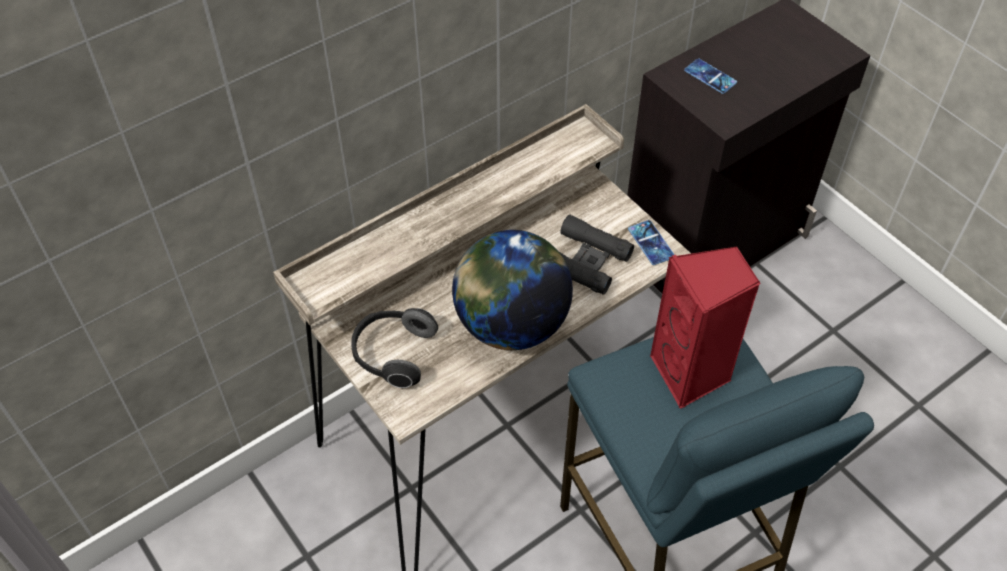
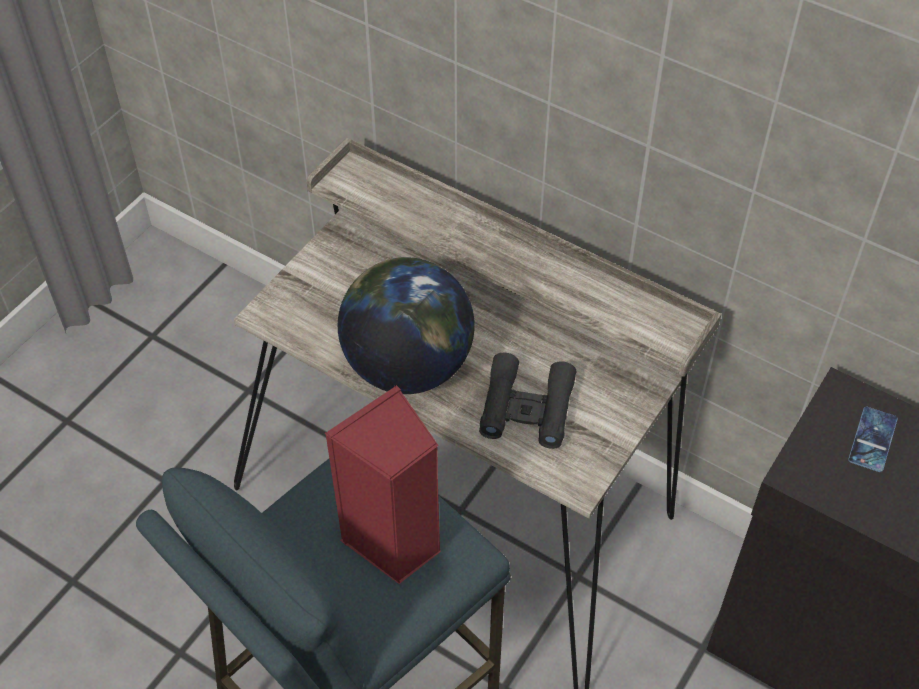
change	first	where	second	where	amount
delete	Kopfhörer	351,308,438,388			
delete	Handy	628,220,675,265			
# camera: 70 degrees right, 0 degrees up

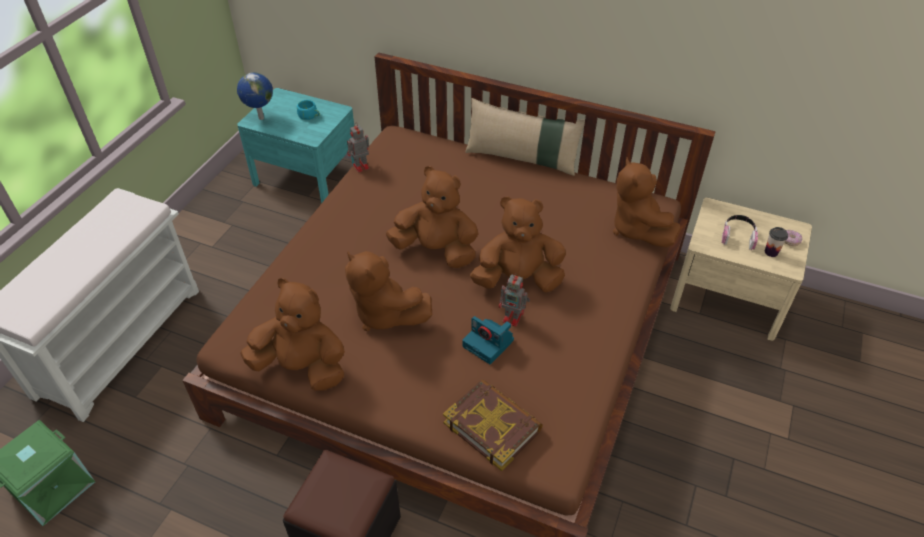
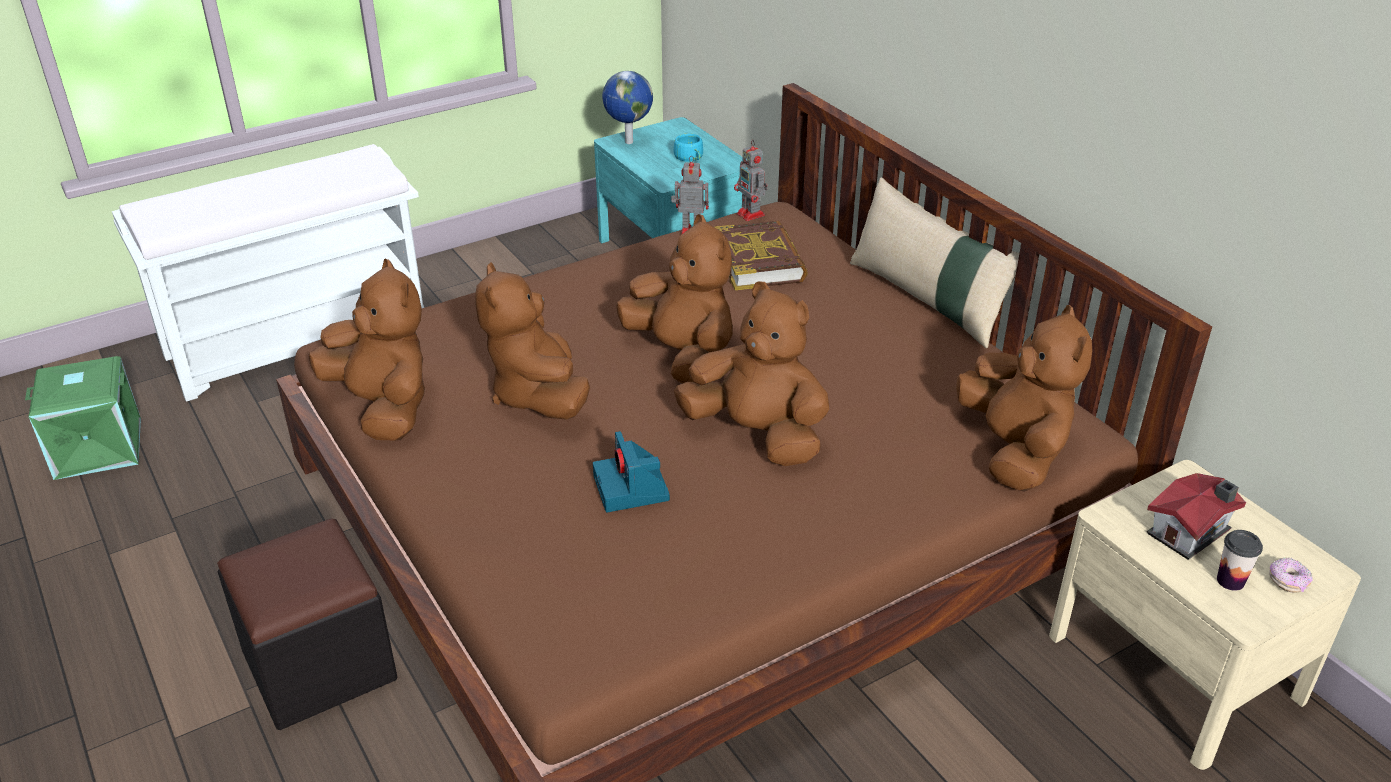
change	first	where	second	where	amount
move	Buch	443,379,543,471		715,221,808,290	
move	Spielzeugroboter	499,274,530,326		734,140,767,221	
rotate	Plüschtier [braun]	613,157,681,248		956,305,1092,492	150 degrees clockwise
replace	Kopfhörer	722,215,758,250	Spielzeughaus	1147,473,1246,560	
# camera: 35 degrees right, 10 degrees down

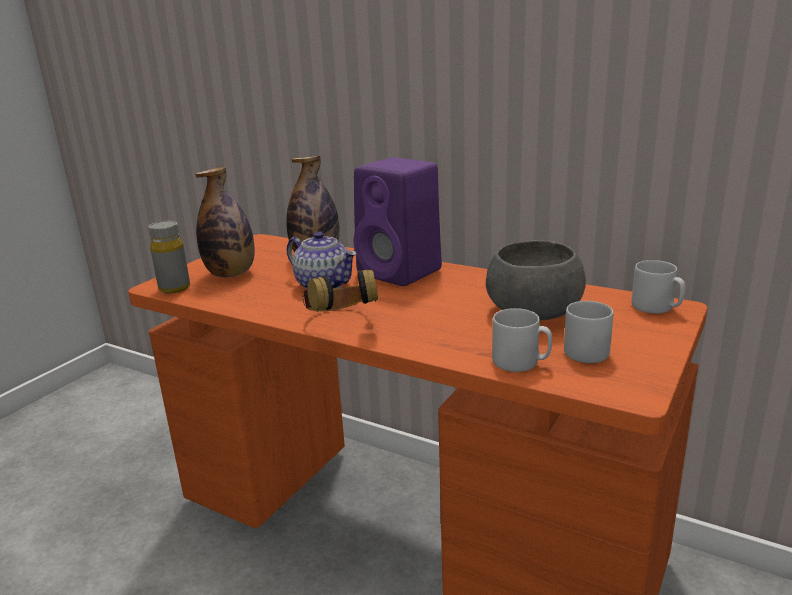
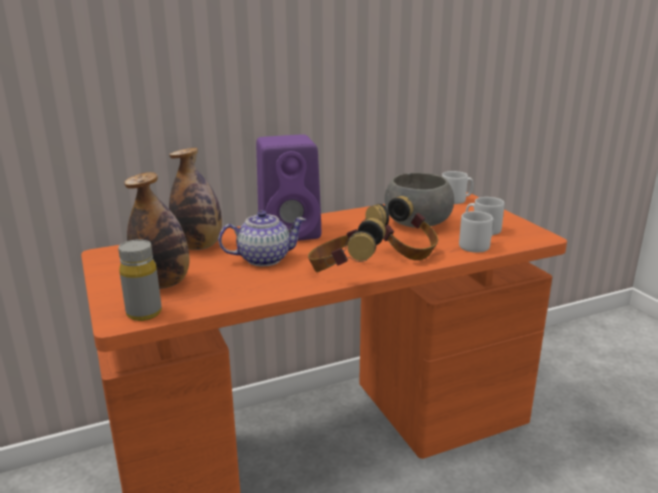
change	first	where	second	where	amount
insert			Kopfhörer	365,196,438,260	
# camera: 55 degrees left, 0 degrees up

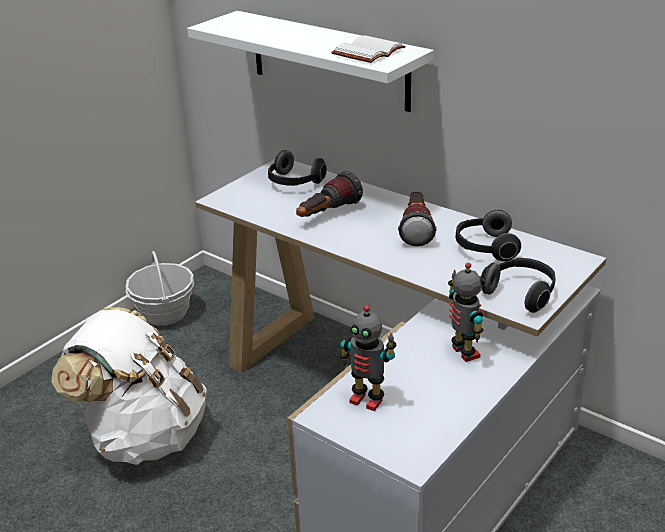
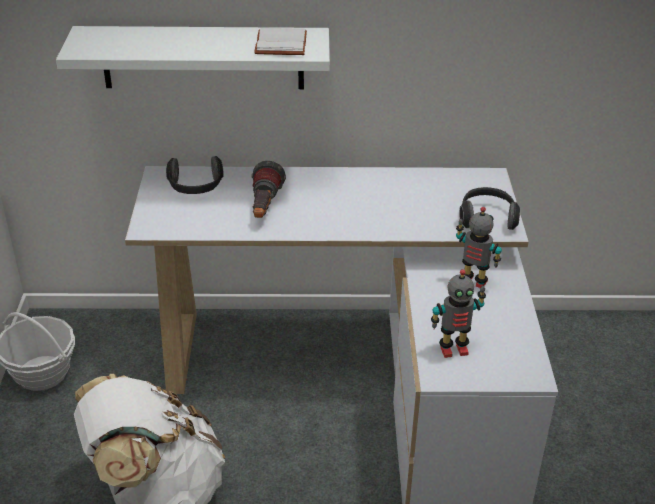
change	first	where	second	where	amount
delete	Taschenlampe	398,191,437,246			
delete	Kopfhörer	456,210,521,261			
# camera: 40 degrees left, 5 degrees up

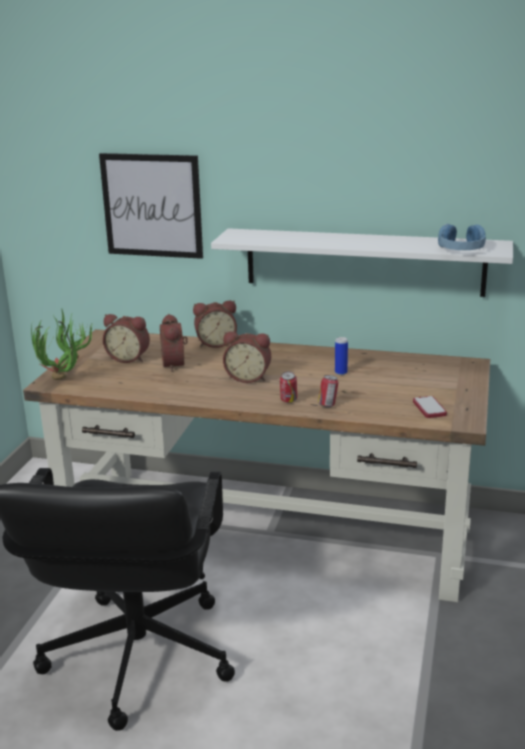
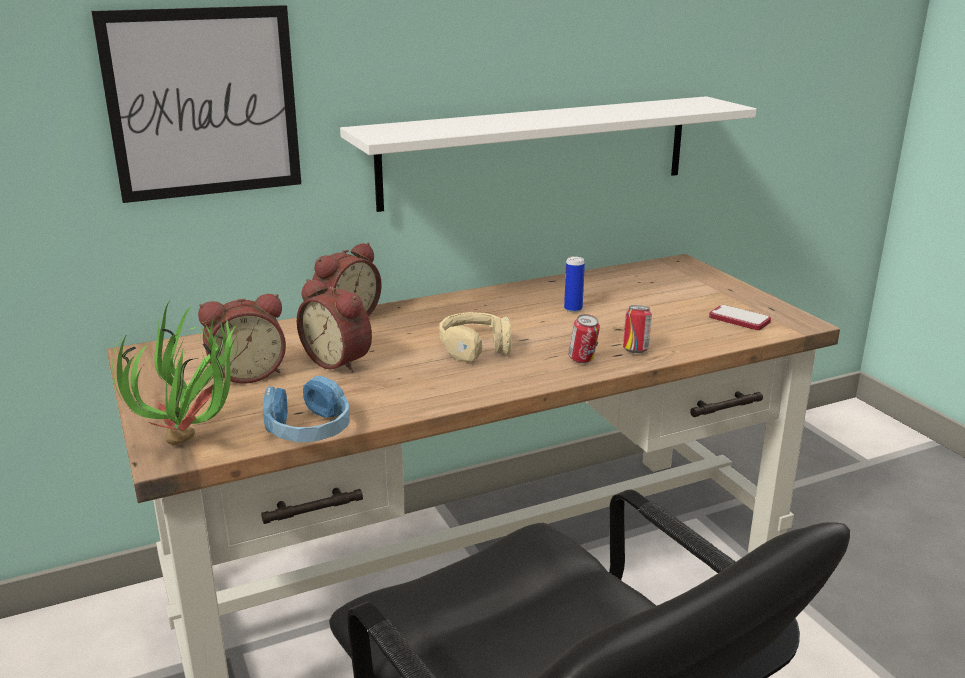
change	first	where	second	where	amount
move	Kopfhörer [blau]	438,224,486,250		263,376,350,442	
replace	Wecker	223,331,271,383	Kopfhörer [beige]	439,312,512,363	
# camera: 40 degrees left, 0 degrees up

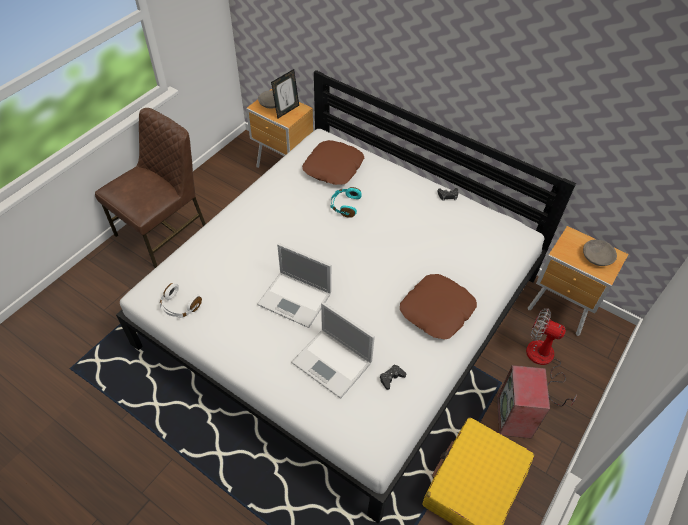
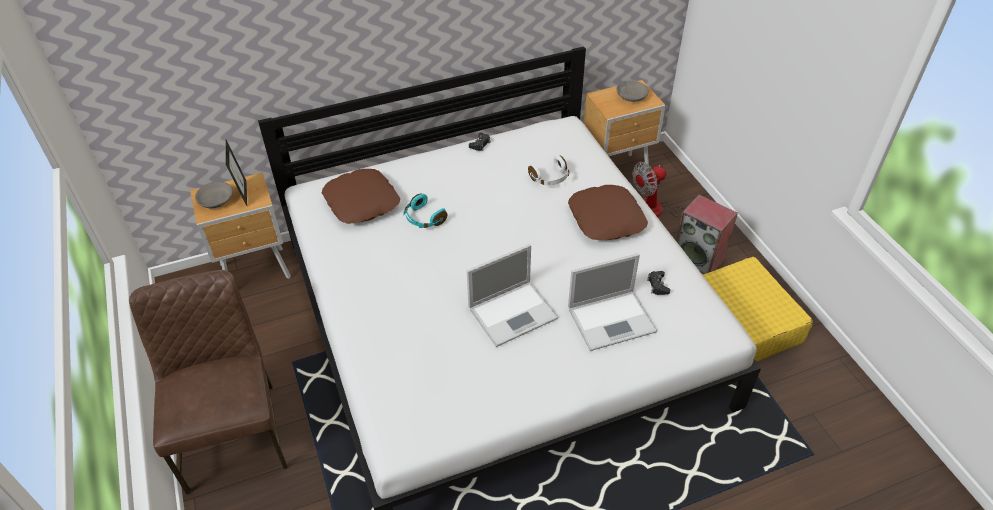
change	first	where	second	where	amount
move	Kopfhörer [weiß]	160,283,202,318		528,155,569,186	
# camera: 55 degrees left, 5 degrees down

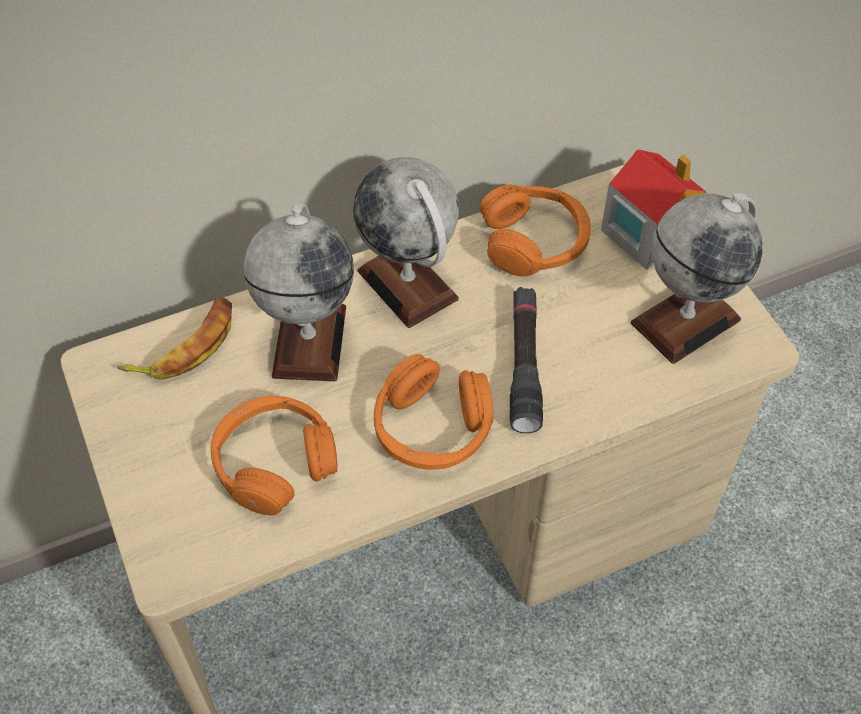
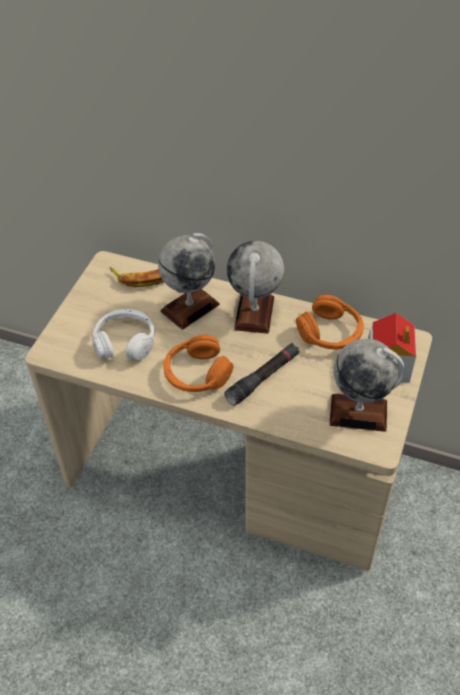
change	first	where	second	where	amount
recolor	Kopfhörer [orange]	210,396,338,515	Kopfhörer [weiß]	92,309,154,360	
# camera: 45 degrees right, 5 degrees down

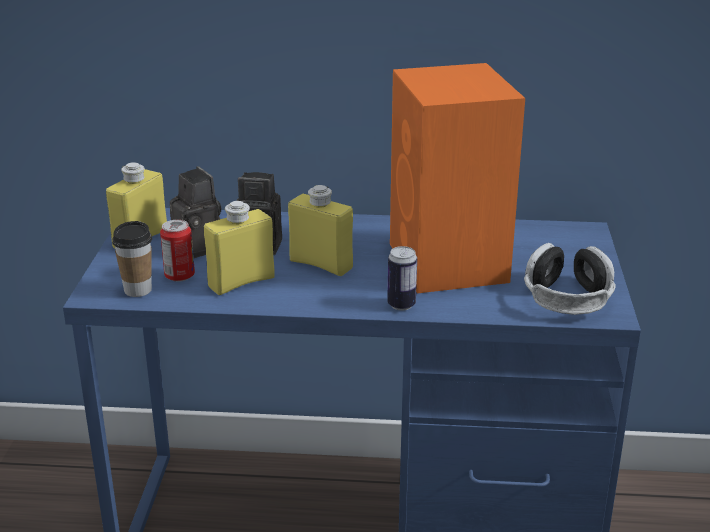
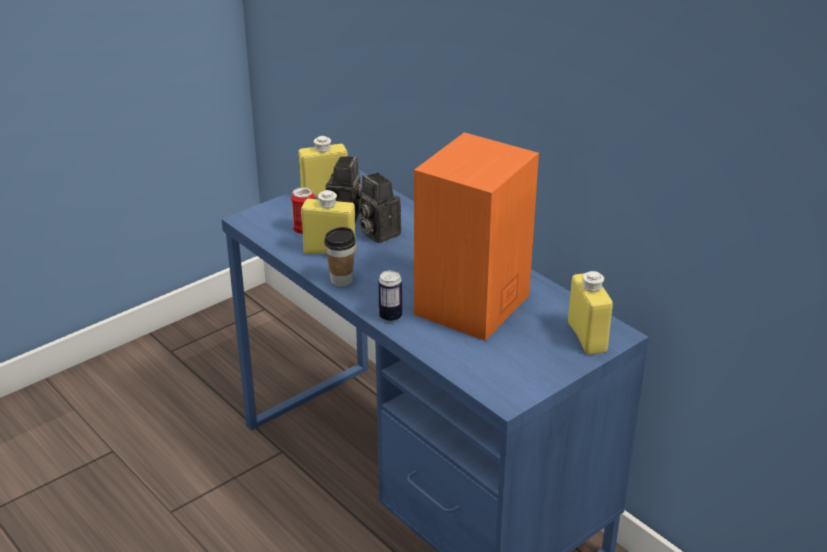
change	first	where	second	where	amount
move	Tasse	112,221,152,297		324,227,356,287	
move	Flasche [gelb]	288,185,353,276		568,271,613,355	
delete	Kopfhörer	524,243,616,315			
# camera: 45 degrees right, 5 degrees up

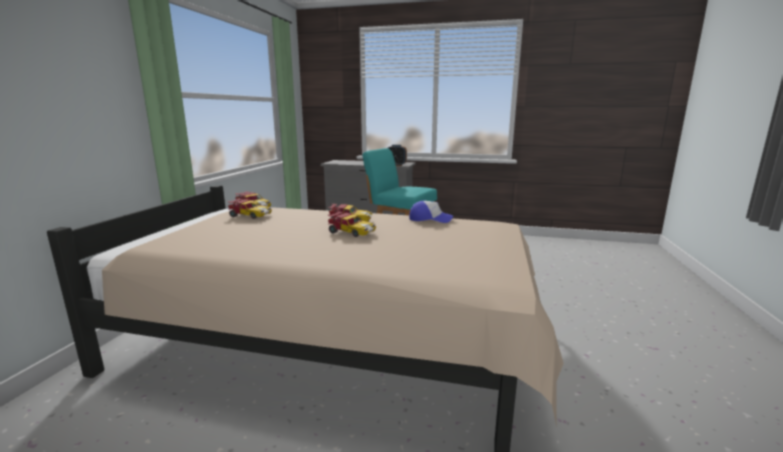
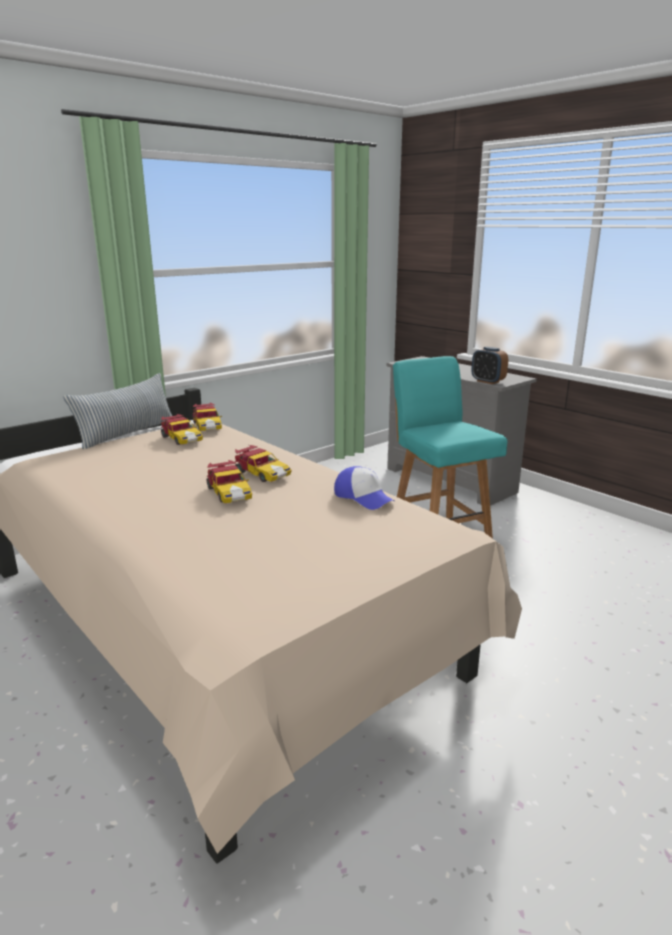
change	first	where	second	where	amount
insert			Kissen	63,373,172,449	
# camera: 35 degrees right, 5 degrees up

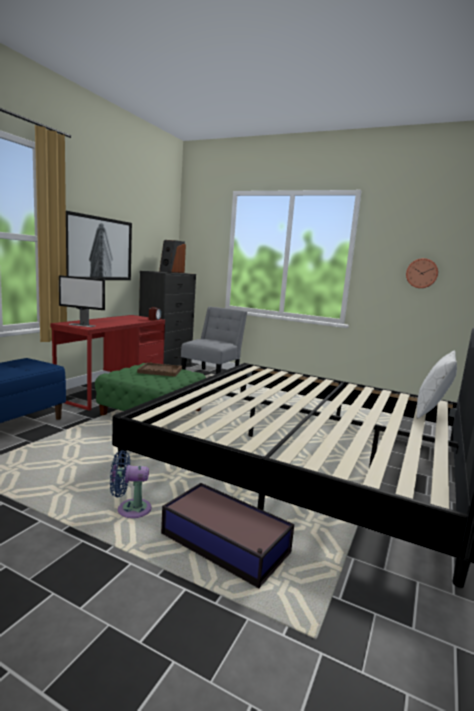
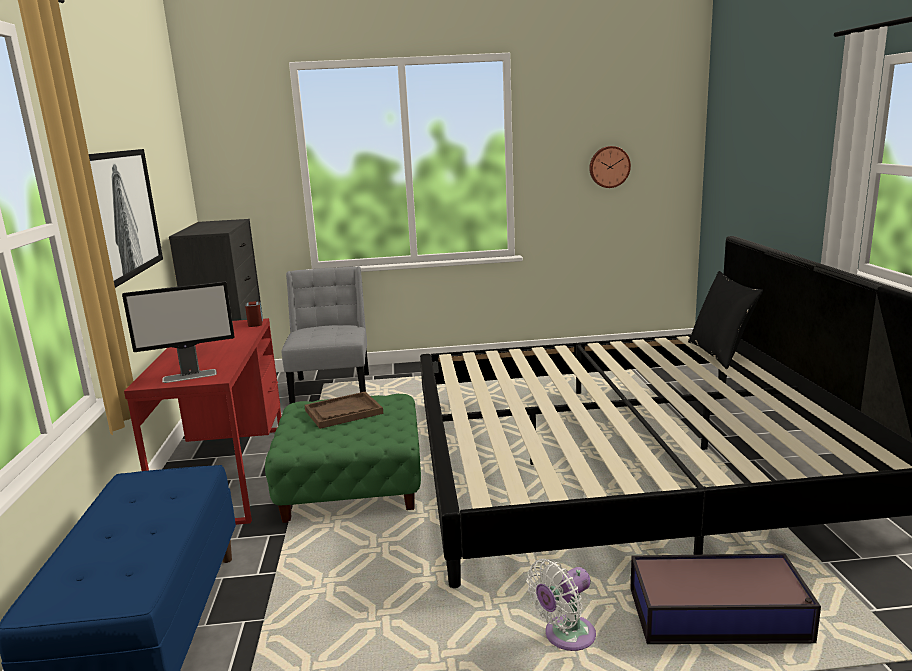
change	first	where	second	where	amount
recolor	Ventilator [blau]	110,450,152,518	Ventilator [weiß]	527,559,596,651	
recolor	Kissen [weiß]	417,351,457,418	Kissen [schwarz]	688,271,763,369	
delete	Lautsprecher	159,240,186,273			
# camera: 30 degrees left, 5 degrees up

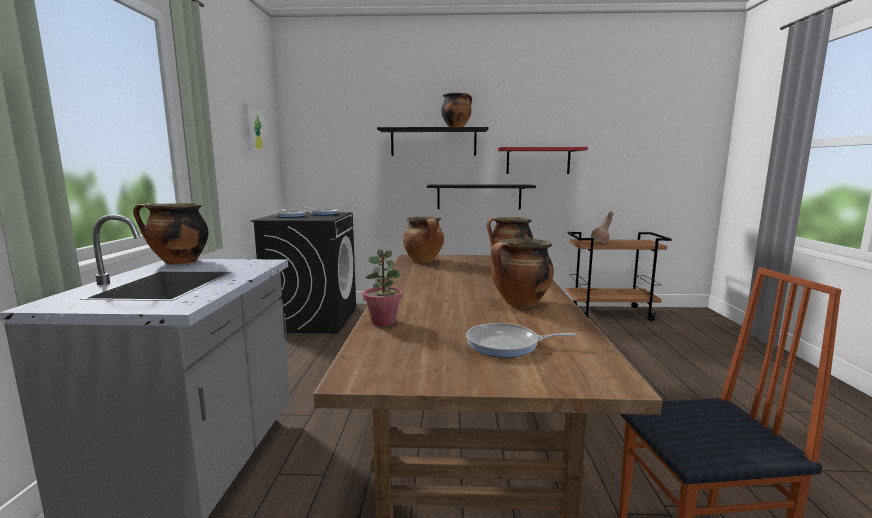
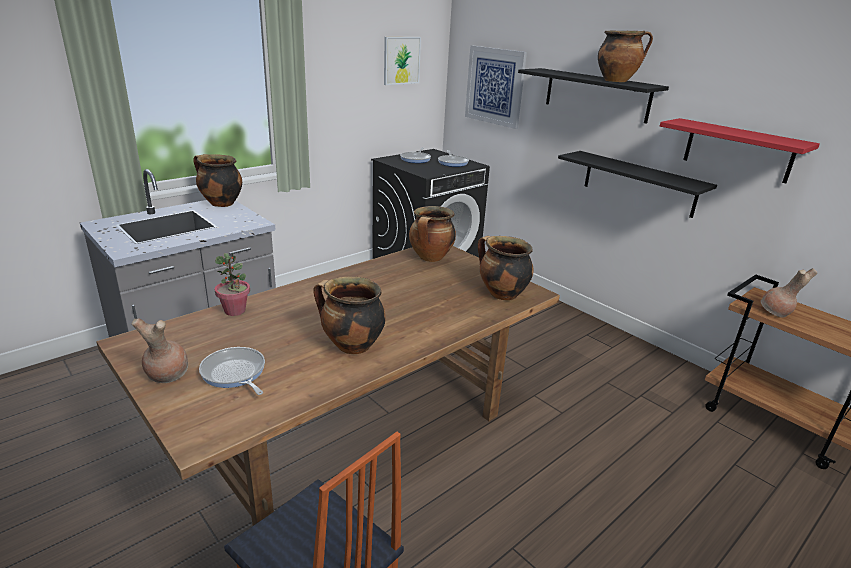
change	first	where	second	where	amount
insert			Vase [braun]	132,318,188,383	
insert			Bild	465,45,527,129	
# camera: 45 degrees right, 15 degrees up

